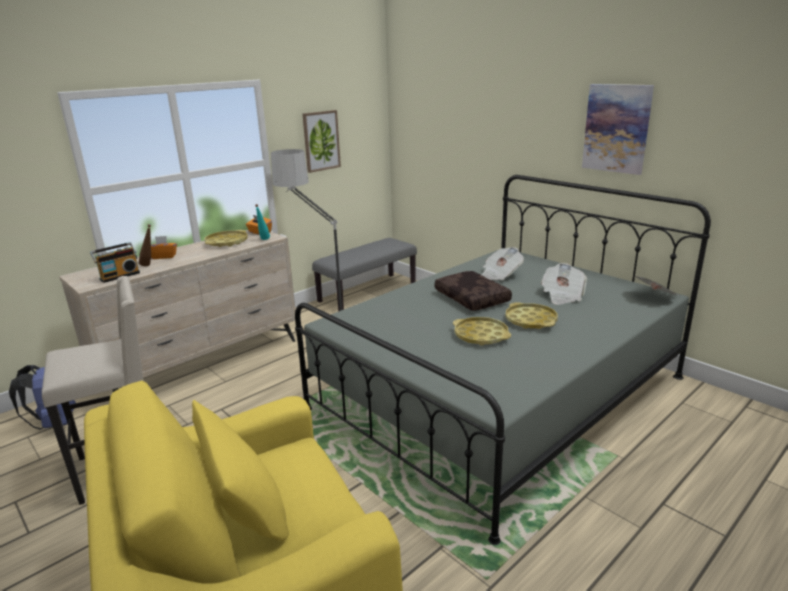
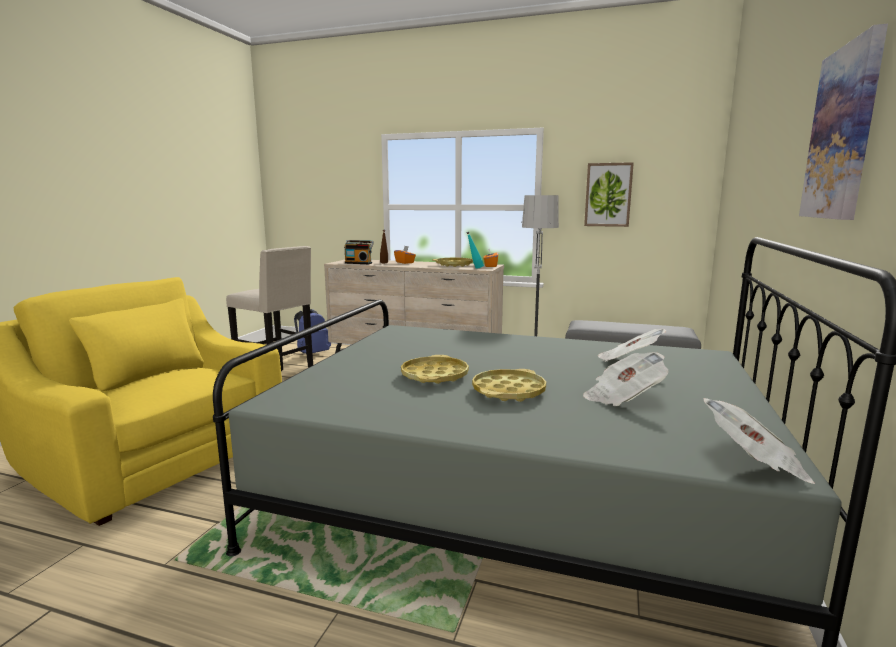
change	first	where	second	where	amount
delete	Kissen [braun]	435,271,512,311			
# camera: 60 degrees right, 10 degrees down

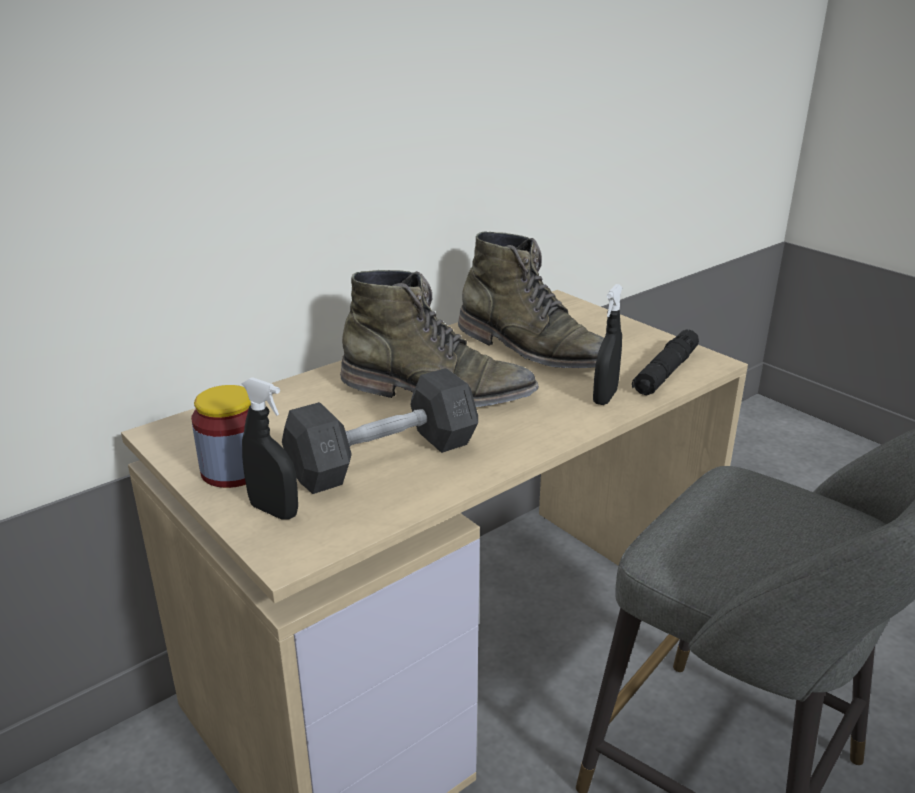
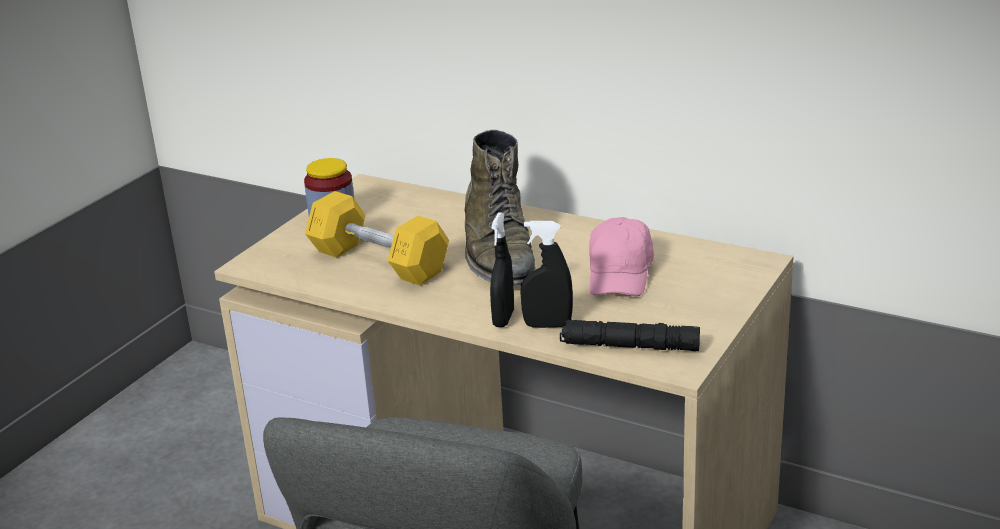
change	first	where	second	where	amount
recolor	Hantel [grau]	282,368,478,494	Hantel [gelb]	305,191,449,285	
move	Sprühflasche [schwarz]	241,377,298,520		490,212,514,327	
replace	Stiefel [grün]	458,231,604,368	Kappe [rosa]	589,217,654,296	
# camera: 70 degrees right, 0 degrees up

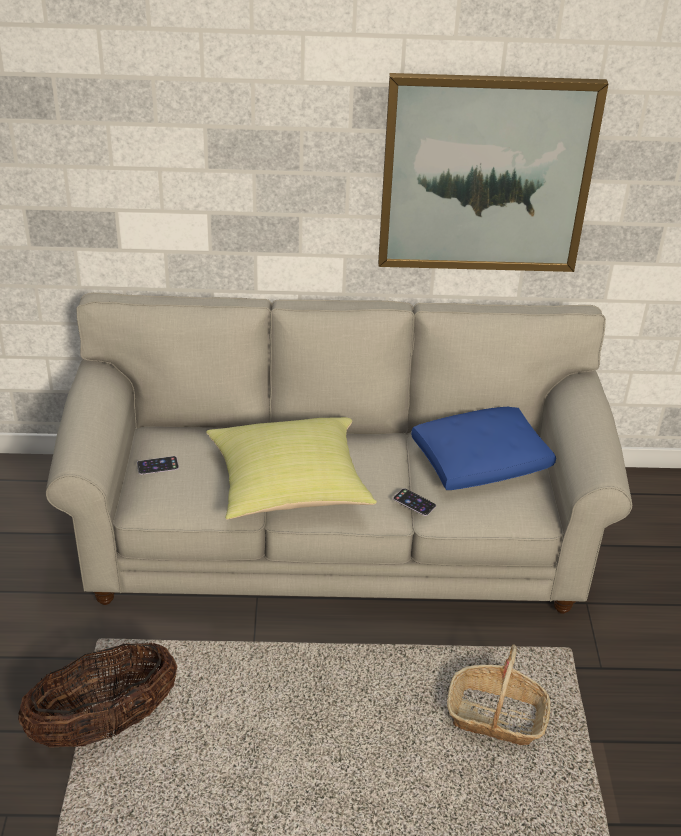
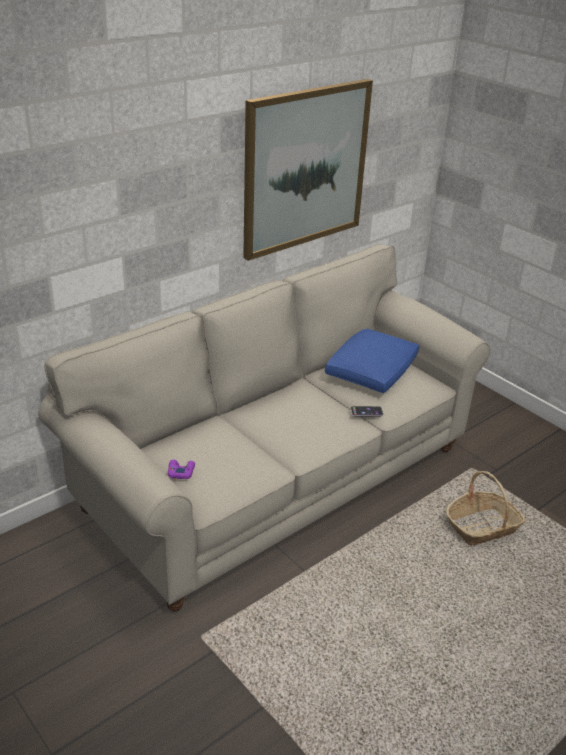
change	first	where	second	where	amount
replace	Handy	137,456,179,475	Gamepad [lila]	168,460,195,479	
delete	Korb	18,642,177,748			
delete	Kissen [gelb]	206,417,377,520			
# camera: 40 degrees left, 5 degrees down

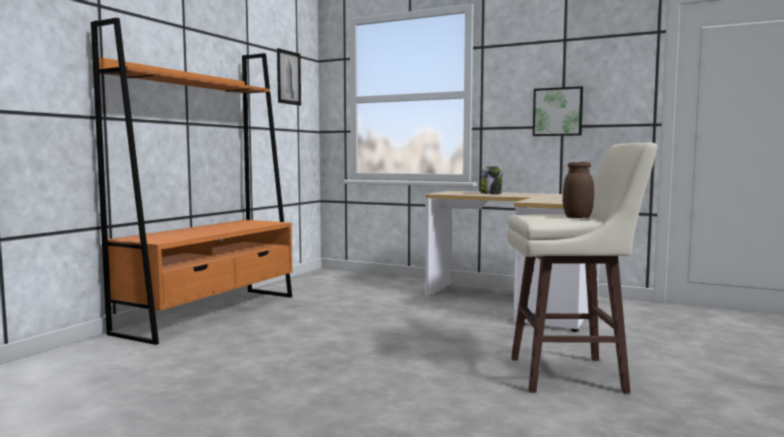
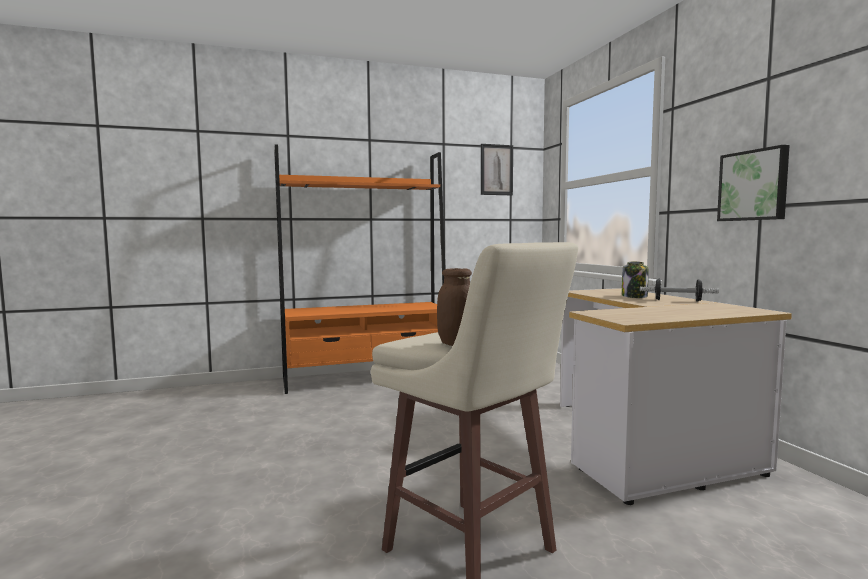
change	first	where	second	where	amount
insert			Hantel	640,279,719,302	
# camera: 45 degrees right, 0 degrees up

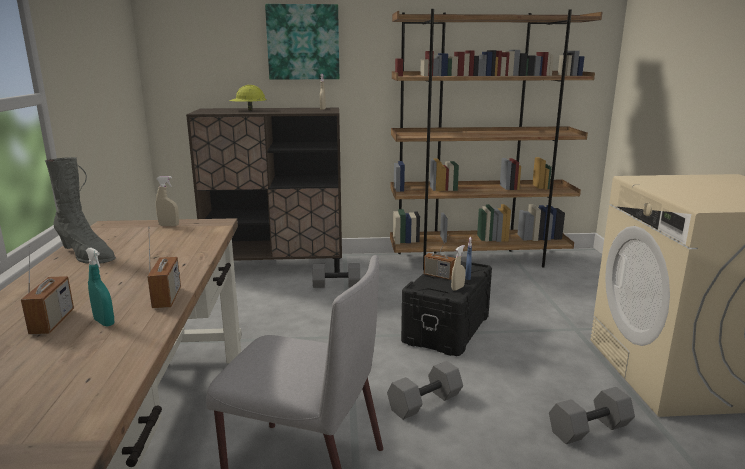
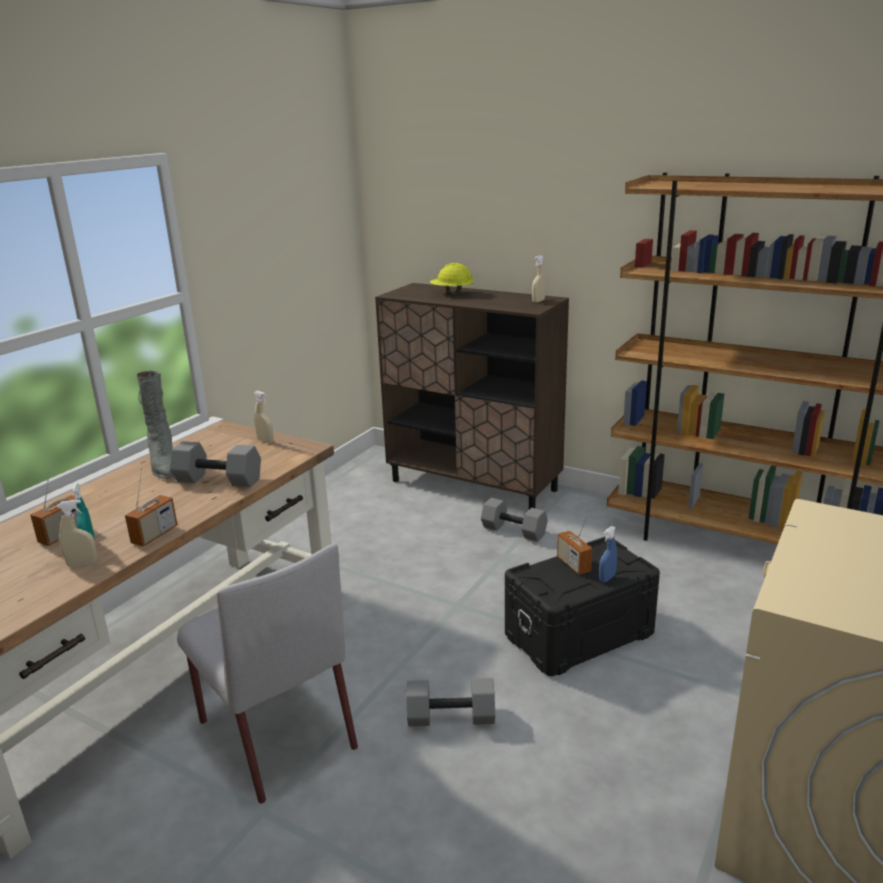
change	first	where	second	where	amount
move	Sprühflasche [beige]	451,245,465,291		57,500,97,567	
move	Hantel [grau]	549,387,635,444		170,441,261,487	
delete	Bild	265,4,339,79			
# camera: 35 degrees right, 5 degrees up

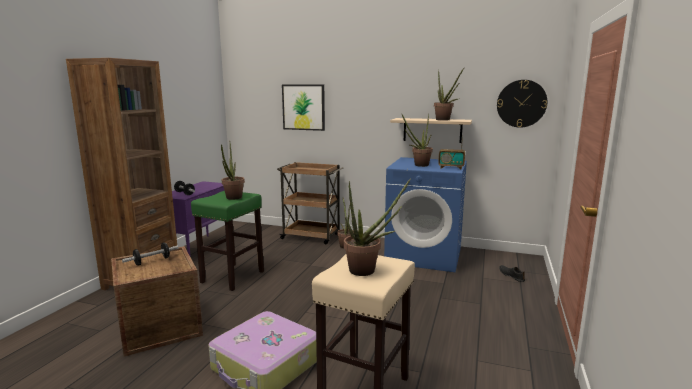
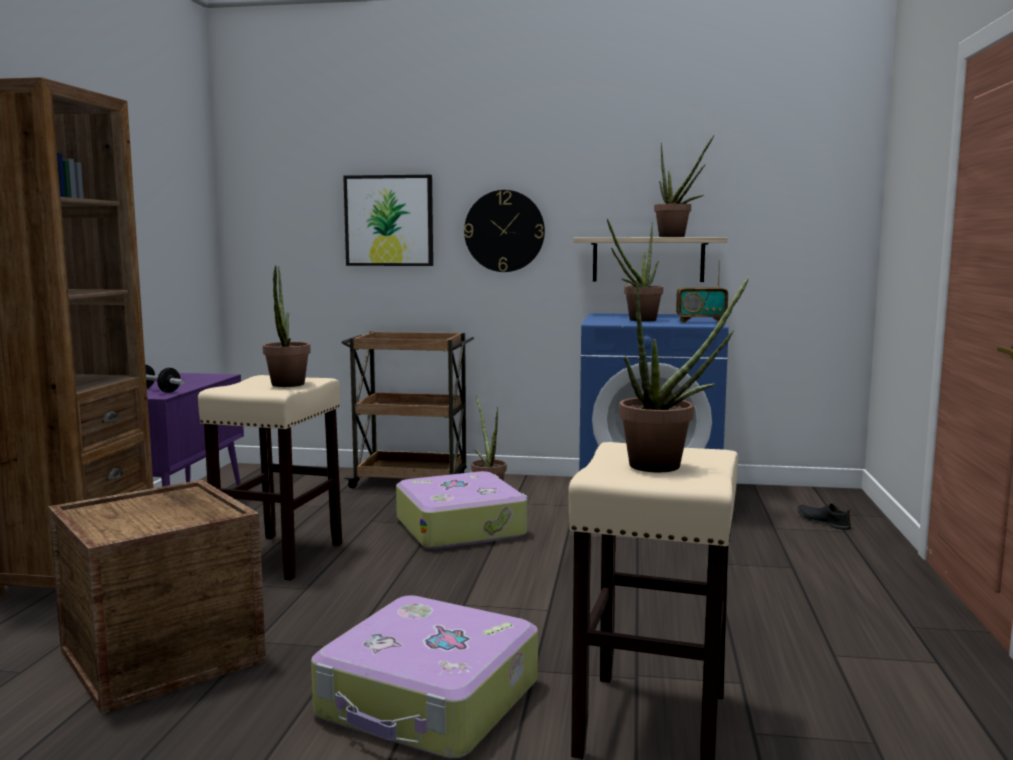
change	first	where	second	where	amount
recolor	Hocker [grün]	191,191,264,291	Hocker [beige]	198,375,342,581	
insert			Koffer	396,471,528,549	
move	Wanduhr	497,80,547,128		464,190,545,272	
delete	Hantel	122,242,179,266			
# camera: 10 degrees left, 5 degrees down

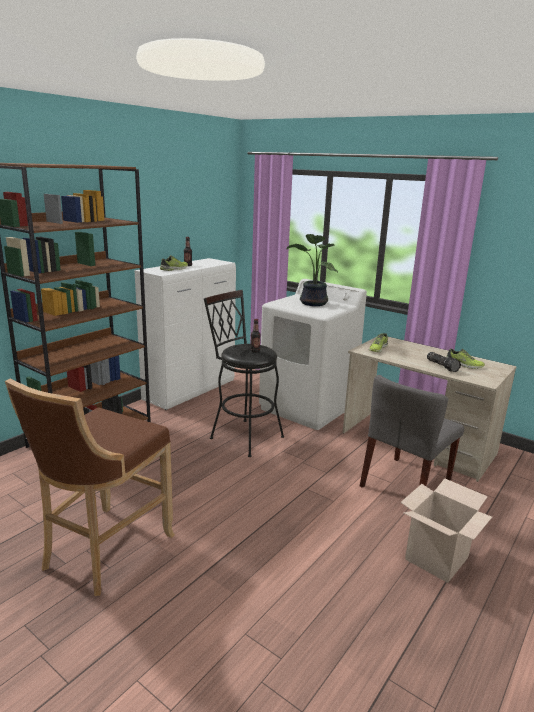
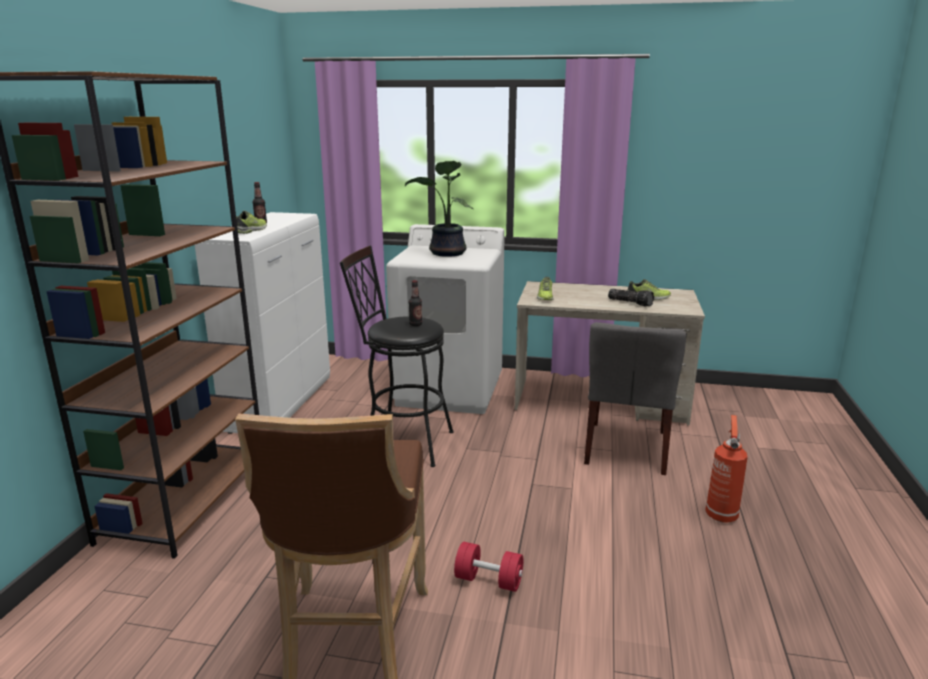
change	first	where	second	where	amount
insert			Hantel [rot]	454,542,524,592	
replace	Karton	400,478,492,583	Feuerlöscher	705,415,748,523	
# camera: 25 degrees left, 0 degrees up

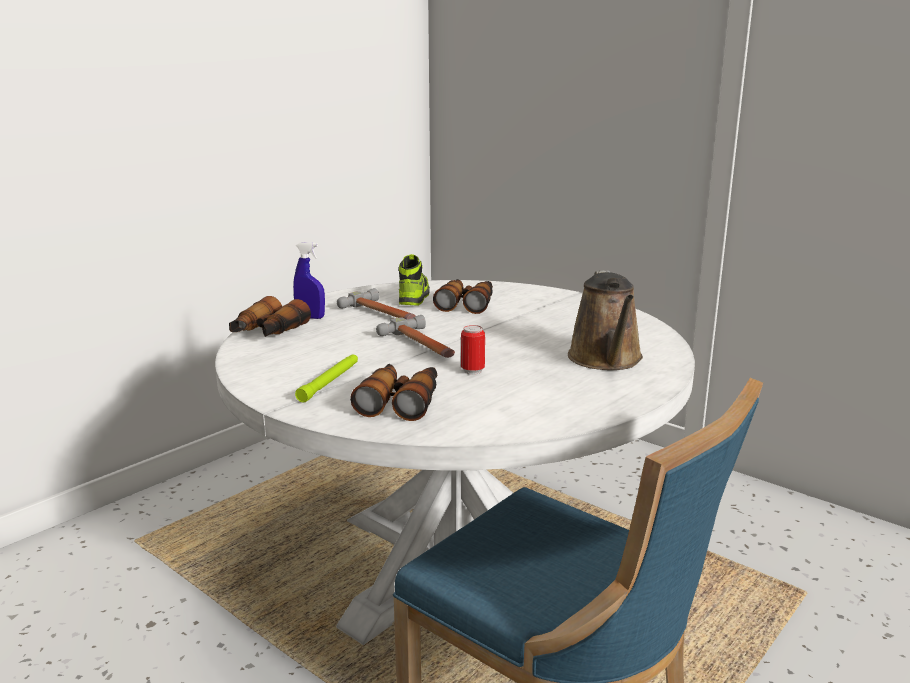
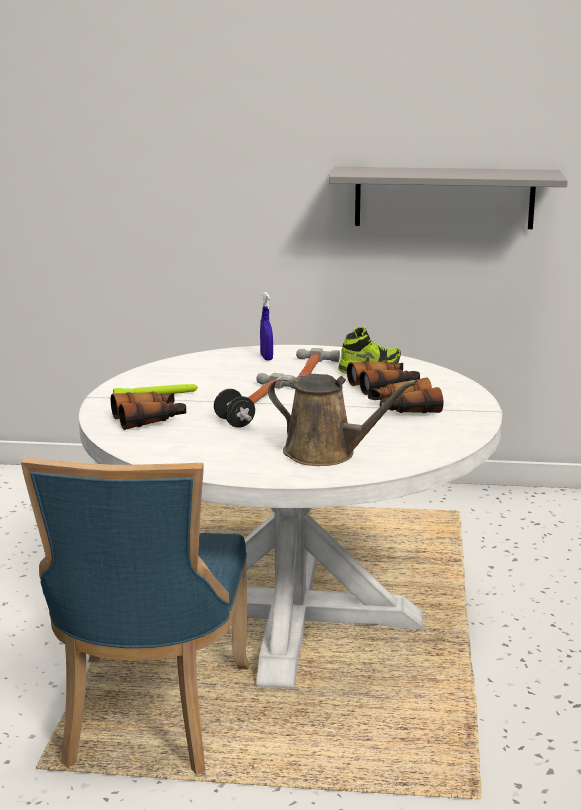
change	first	where	second	where	amount
replace	Dose	461,325,485,375	Hantel [schwarz]	214,389,255,428	
rotate	Gießkanne [braun]	568,270,643,370		268,374,417,466	120 degrees counterclockwise
insert			Wandregal [grau]	329,167,568,229	
move	Fernglas	229,296,311,337		368,377,443,413	
# camera: 55 degrees right, 0 degrees up

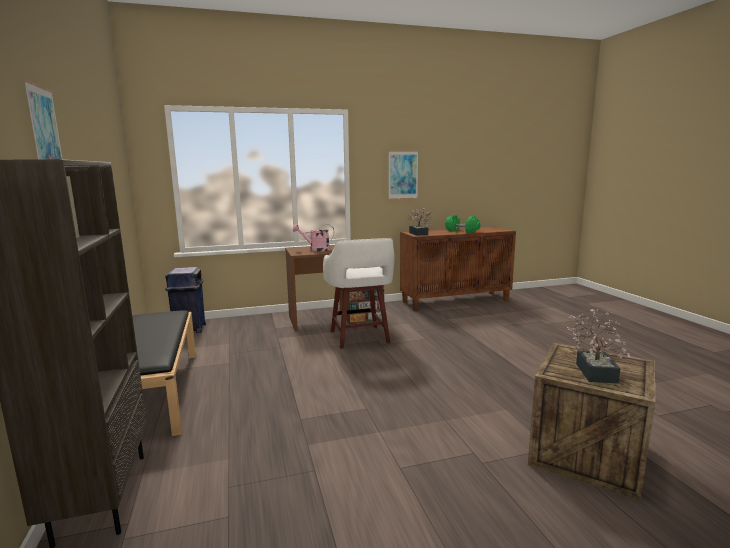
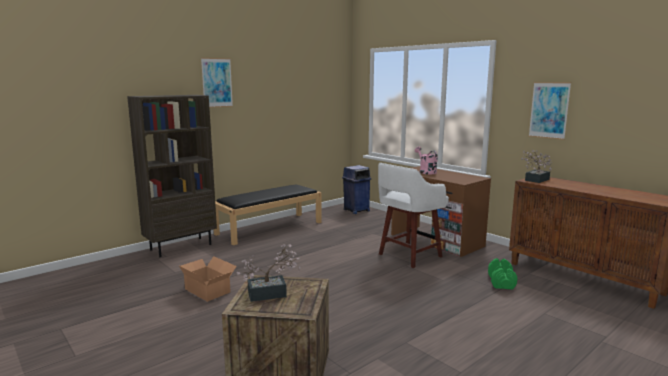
change	first	where	second	where	amount
insert			Karton	178,256,237,302	
move	Hantel [grün]	445,215,480,233		488,258,517,290	
# camera: 65 degrees right, 0 degrees up

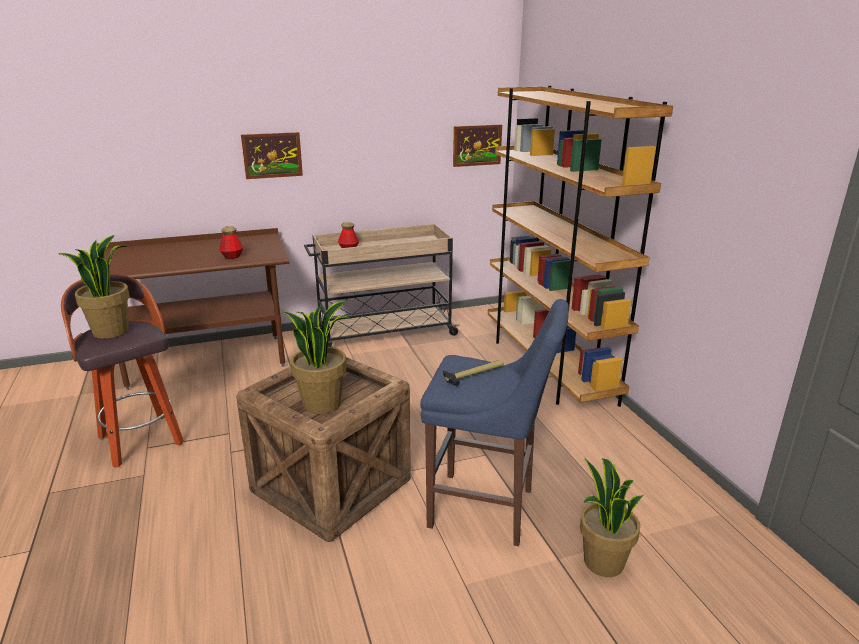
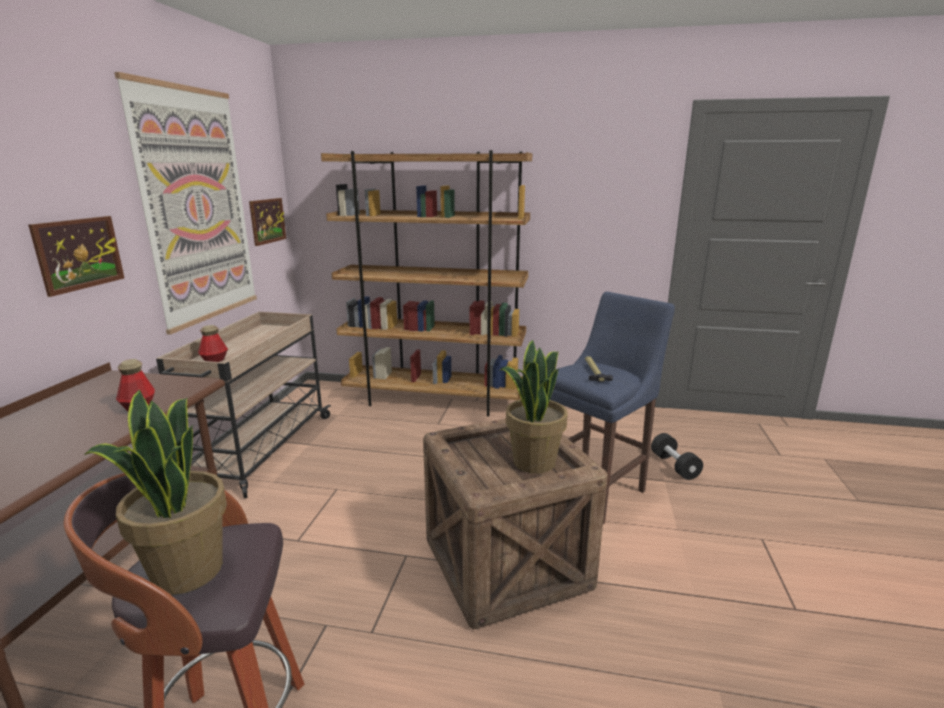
change	first	where	second	where	amount
insert			Bild	114,72,257,335	
replace	Topfpflanze	580,458,644,577	Hantel [schwarz]	651,433,703,480	
# camera: 60 degrees left, 5 degrees down

